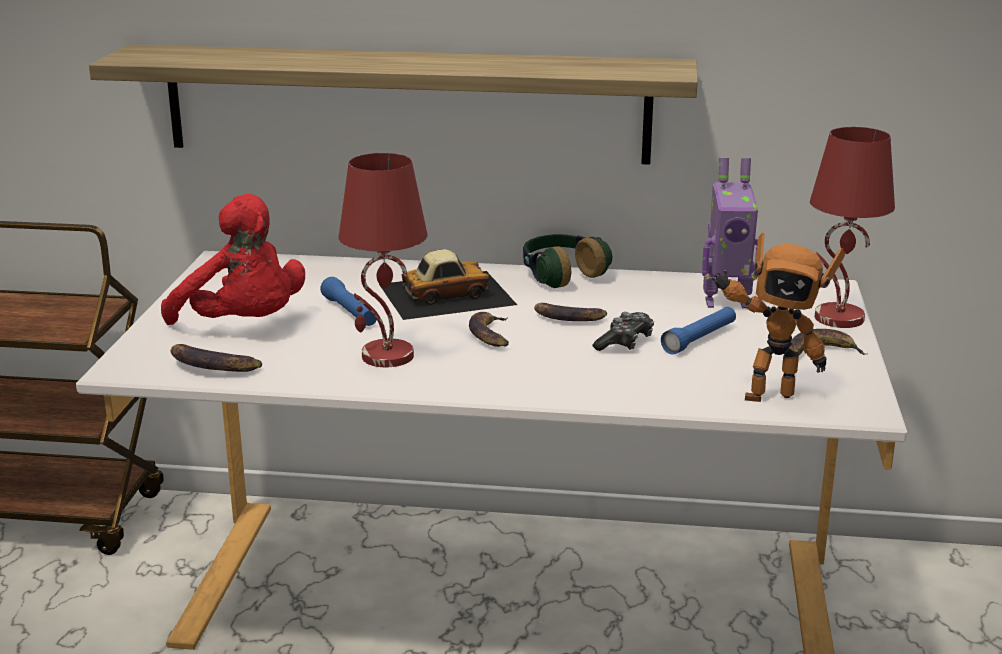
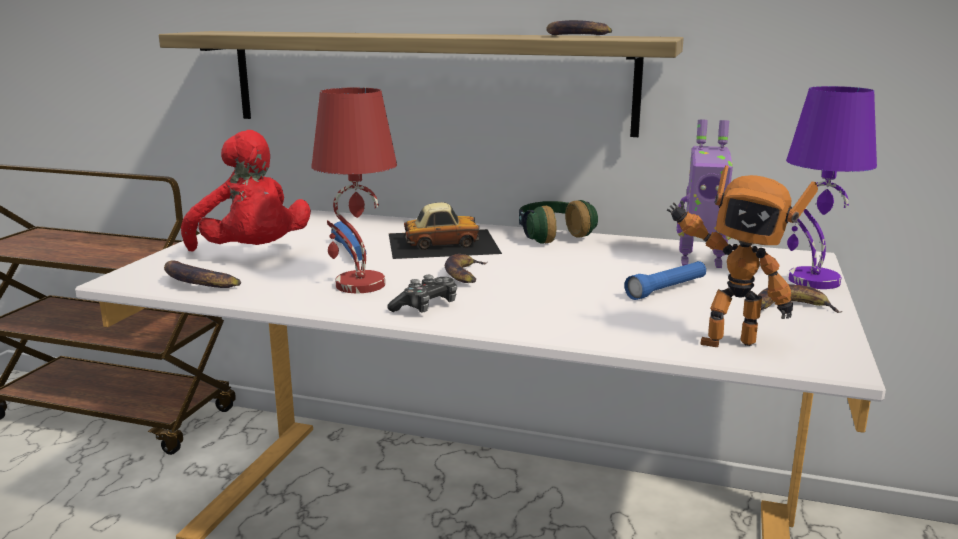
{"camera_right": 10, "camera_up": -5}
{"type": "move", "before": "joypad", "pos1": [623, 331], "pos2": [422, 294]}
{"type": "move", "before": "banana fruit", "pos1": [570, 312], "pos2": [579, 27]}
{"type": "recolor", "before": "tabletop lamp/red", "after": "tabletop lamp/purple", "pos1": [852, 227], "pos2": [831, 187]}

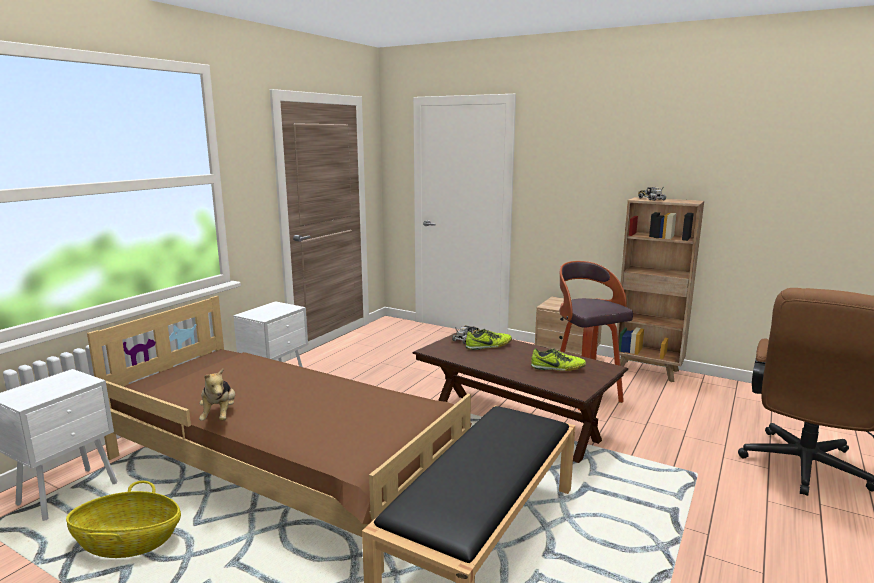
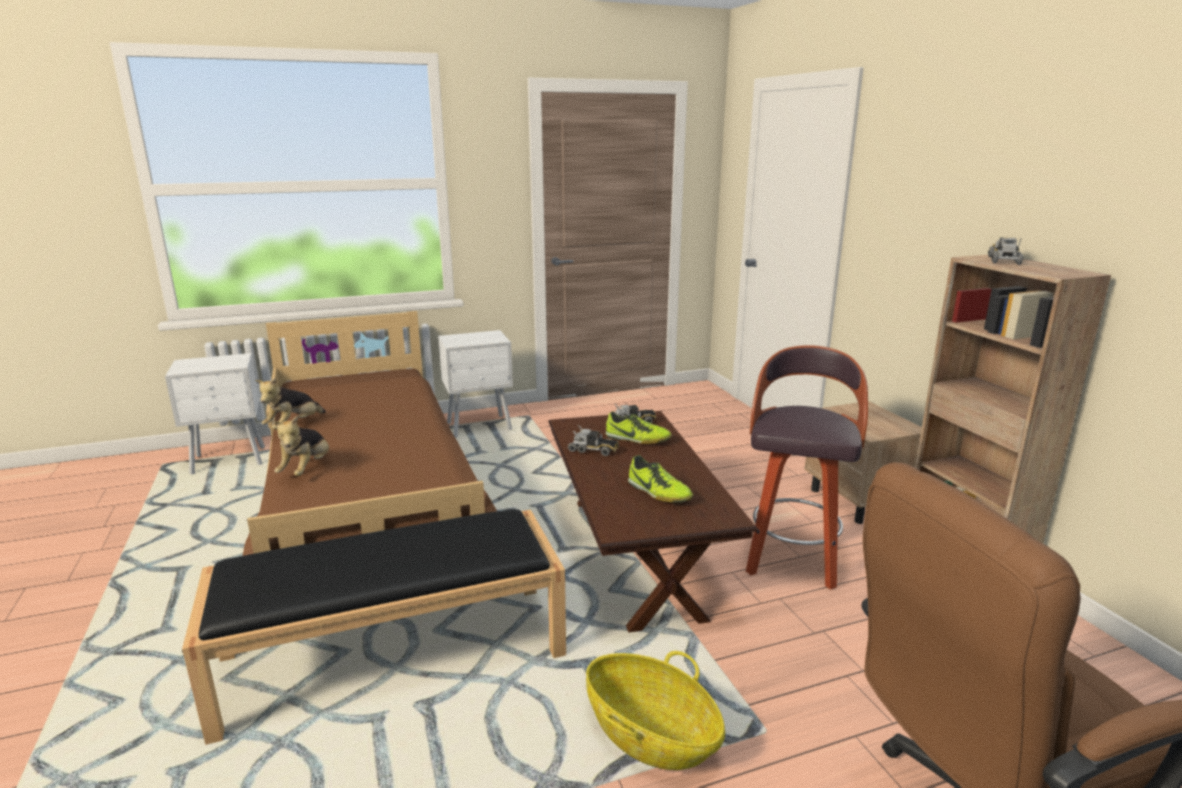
{"camera_right": 40, "camera_up": 5}
{"type": "insert", "after": "cuddly toy", "pos2": [301, 445]}
{"type": "insert", "after": "toy lorry", "pos2": [593, 440]}
{"type": "move", "before": "household basket", "pos1": [123, 519], "pos2": [655, 710]}

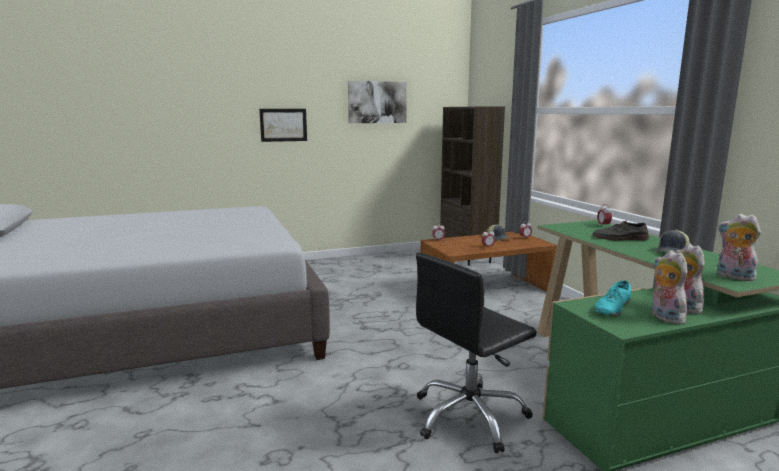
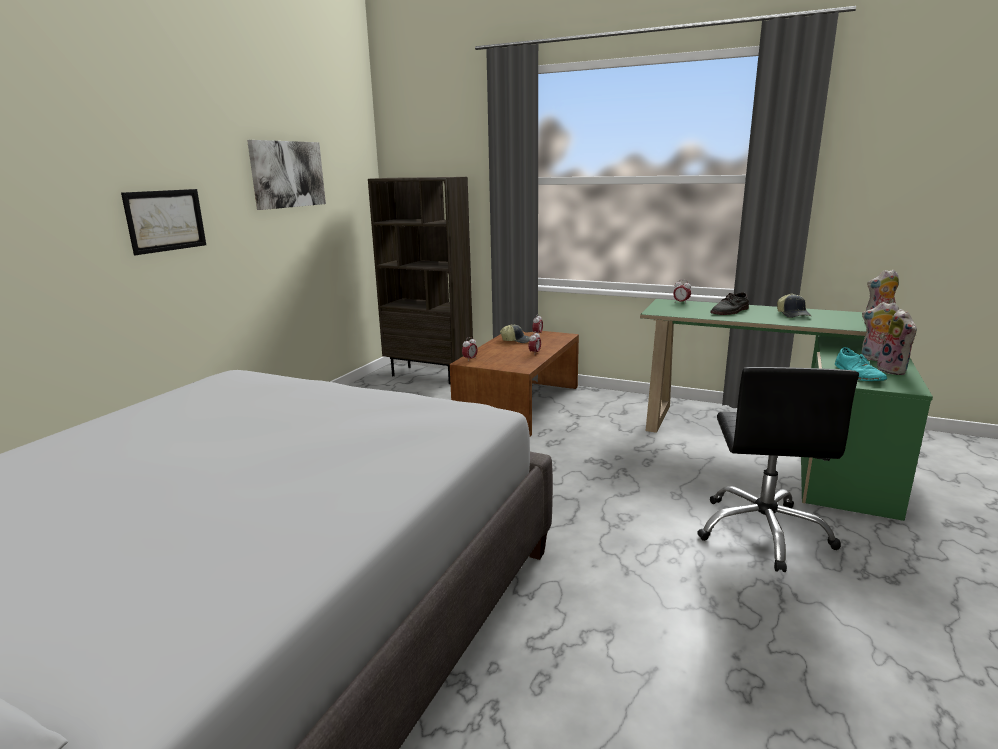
{"camera_right": -45, "camera_up": 5}
{"type": "rotate", "before": "cuddly toy", "pos1": [669, 287], "pos2": [897, 342], "turn": -120}

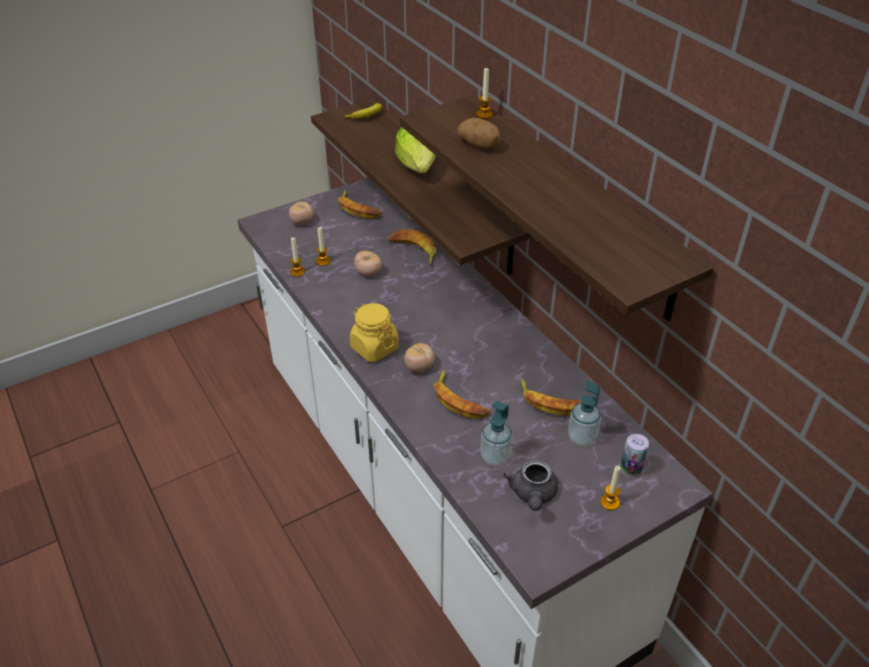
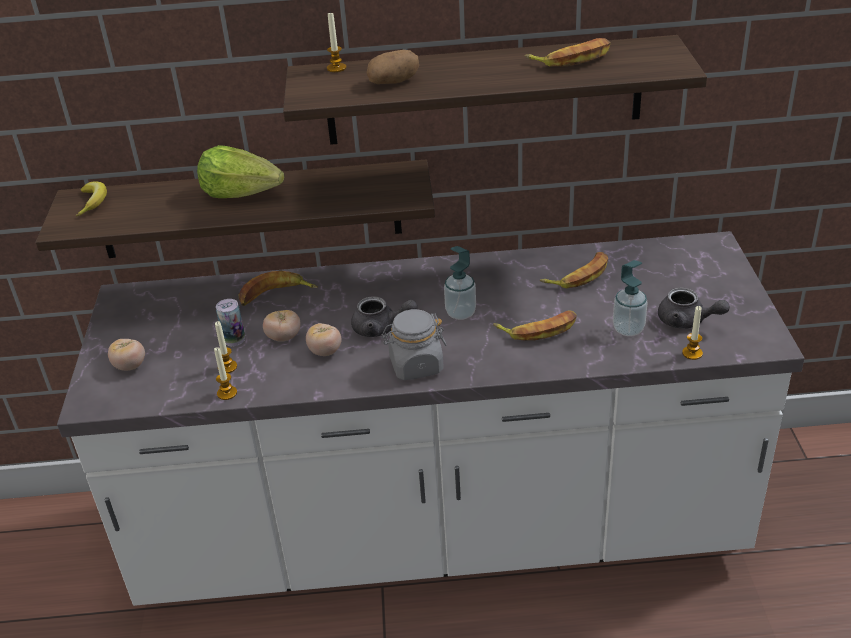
{"camera_right": -60, "camera_up": -5}
{"type": "move", "before": "sealed can", "pos1": [635, 456], "pos2": [230, 322]}
{"type": "move", "before": "whole tomato", "pos1": [419, 357], "pos2": [323, 339]}
{"type": "insert", "after": "tea pot/greyish", "pos2": [384, 316]}
{"type": "recolor", "before": "storage jar/yellow", "after": "storage jar/greyish", "pos1": [374, 332], "pos2": [414, 344]}
{"type": "move", "before": "liquid soap bottle", "pos1": [584, 413], "pos2": [460, 283]}
{"type": "move", "before": "banana fruit", "pos1": [360, 204], "pos2": [568, 52]}
{"type": "move", "before": "candle", "pos1": [610, 488], "pos2": [692, 333]}

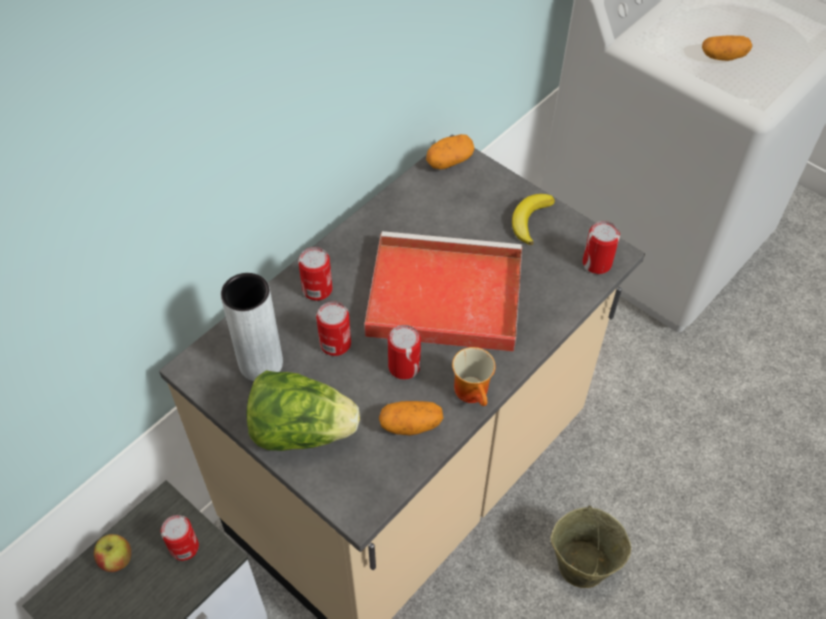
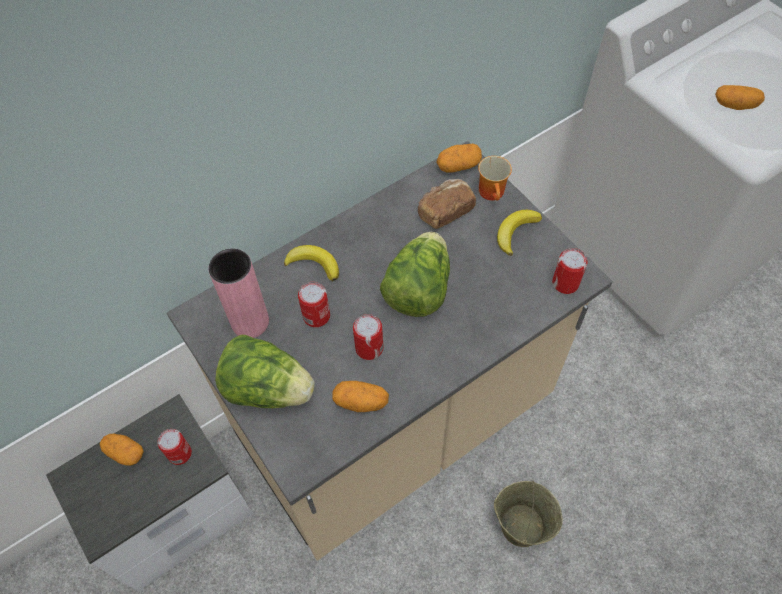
{"camera_right": 15, "camera_up": 5}
{"type": "replace", "before": "apple fruit", "after": "whole potato", "pos1": [112, 553], "pos2": [122, 450]}
{"type": "recolor", "before": "decorative vase/greyish", "after": "decorative vase/pinkish", "pos1": [252, 327], "pos2": [238, 293]}
{"type": "replace", "before": "sealed can", "after": "banana fruit", "pos1": [315, 274], "pos2": [311, 263]}
{"type": "replace", "before": "carrying tray/red", "after": "lettuce head", "pos1": [443, 291], "pos2": [415, 274]}
{"type": "insert", "after": "bakery bread", "pos2": [447, 204]}
{"type": "move", "before": "coffee mug", "pos1": [474, 376], "pos2": [495, 178]}

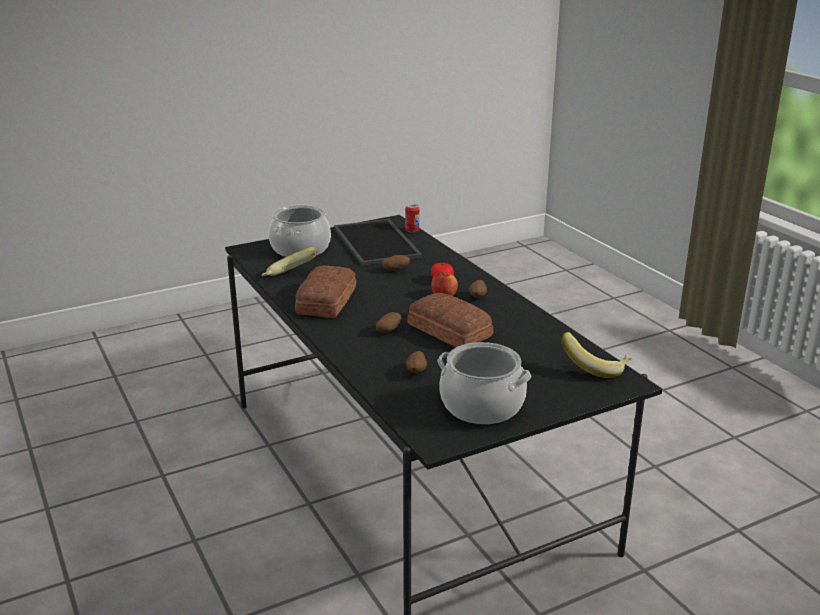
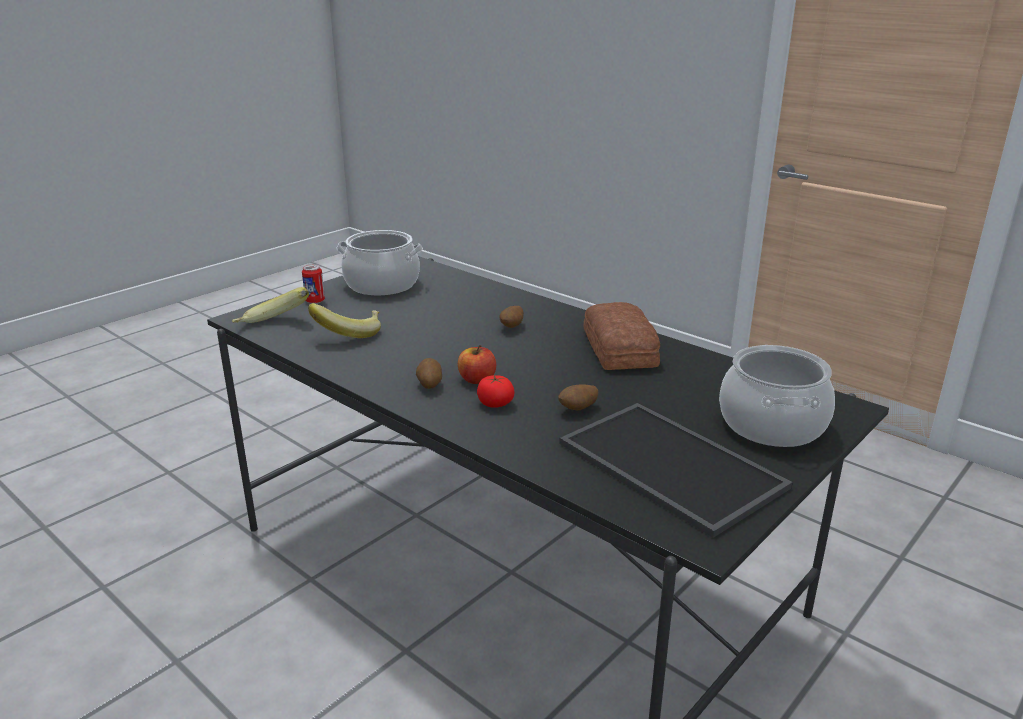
{"camera_right": 160, "camera_up": 0}
{"type": "move", "before": "sealed can", "pos1": [412, 218], "pos2": [313, 284]}
{"type": "move", "before": "banana fruit", "pos1": [290, 261], "pos2": [344, 320]}
{"type": "delete", "before": "whole potato", "pos1": [416, 362]}
{"type": "delete", "before": "bakery bread", "pos1": [450, 320]}

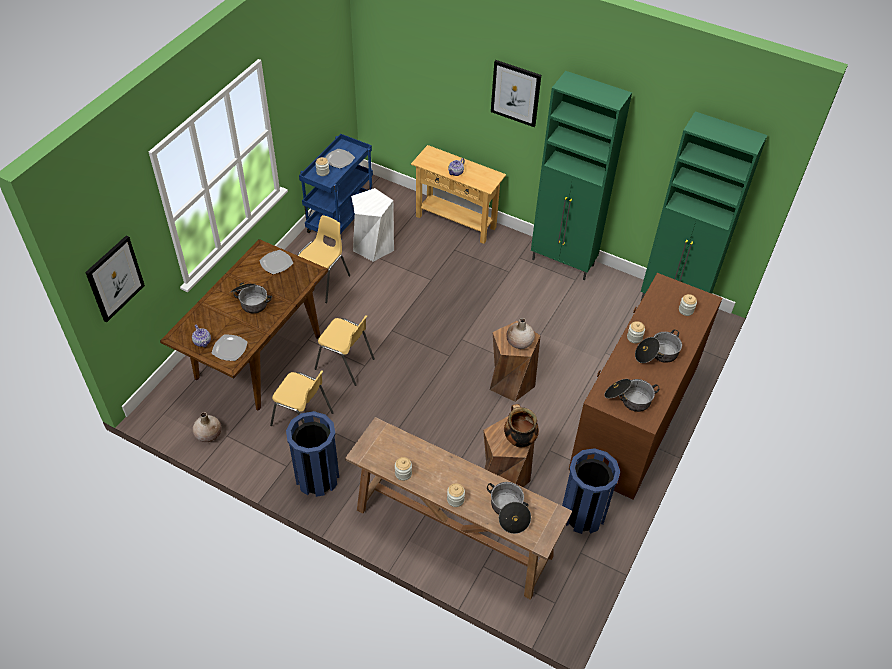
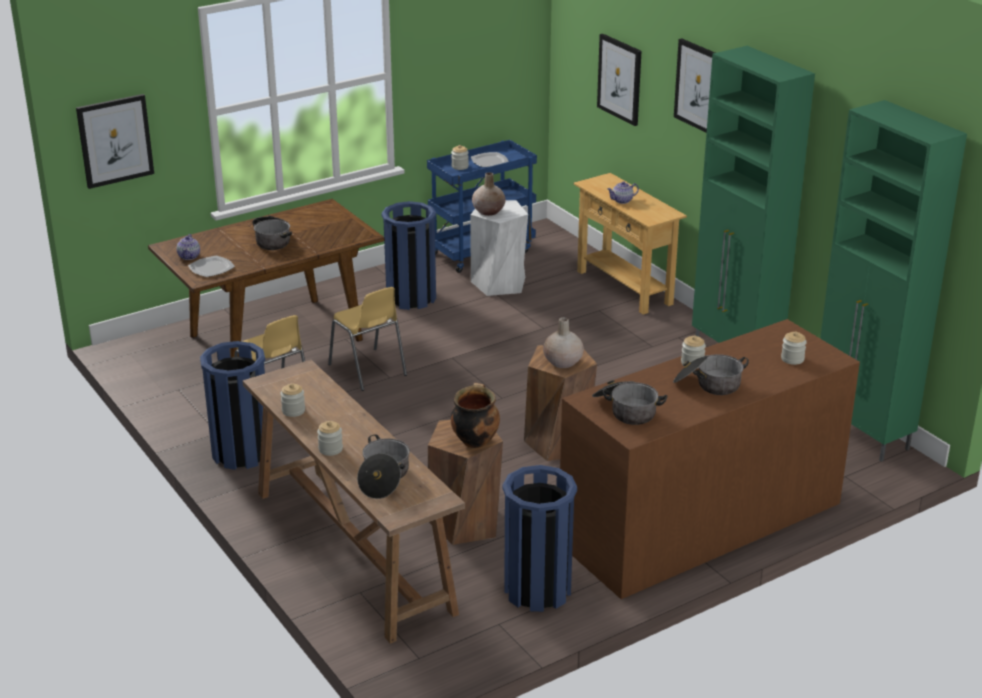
{"camera_right": 30, "camera_up": -20}
{"type": "replace", "before": "upright chair/yellow", "after": "rubbish bin/blue-coloured", "pos1": [323, 259], "pos2": [409, 255]}
{"type": "move", "before": "decorative vase/beige", "pos1": [207, 427], "pos2": [488, 194]}
{"type": "insert", "after": "wall picture", "pos2": [619, 80]}
{"type": "delete", "before": "dinner plate", "pos1": [276, 262]}

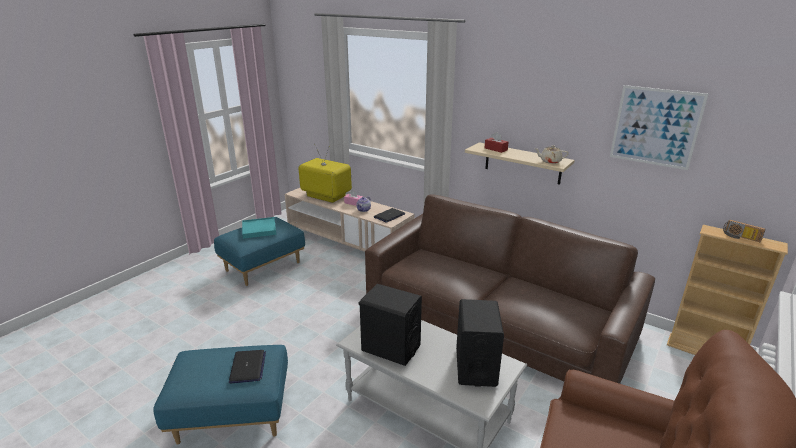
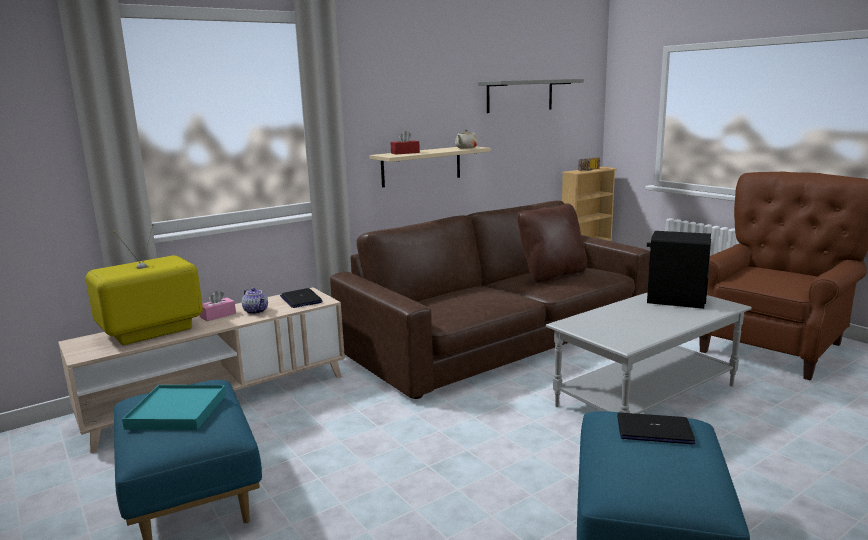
{"camera_right": -70, "camera_up": -10}
{"type": "replace", "before": "wall picture", "after": "wall shelf/greyish", "pos1": [659, 127], "pos2": [531, 96]}
{"type": "insert", "after": "cushion/brownish", "pos2": [552, 243]}
{"type": "delete", "before": "audio speaker/black-coloured", "pos1": [390, 325]}

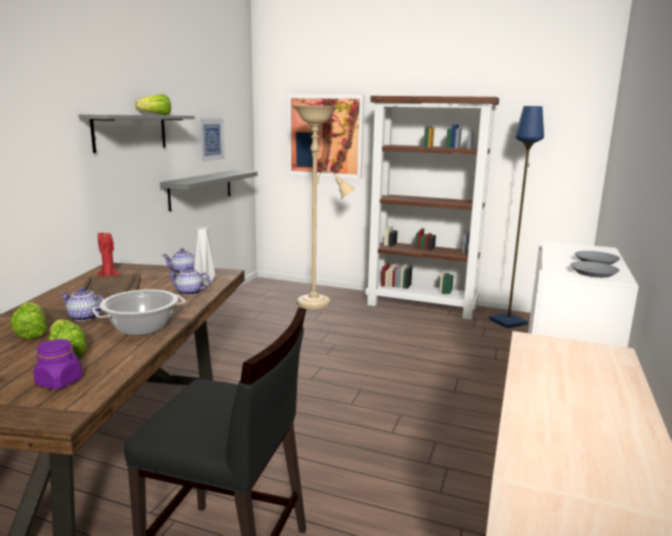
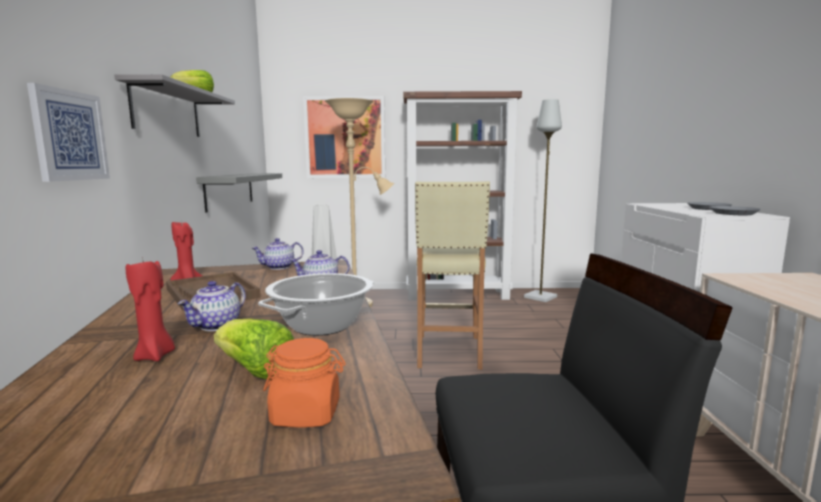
{"camera_right": -20, "camera_up": -5}
{"type": "move", "before": "wall picture", "pos1": [211, 140], "pos2": [68, 132]}
{"type": "replace", "before": "lettuce head", "after": "candle/red", "pos1": [29, 320], "pos2": [150, 309]}
{"type": "rotate", "before": "tea pot", "pos1": [82, 304], "pos2": [211, 306], "turn": -60}
{"type": "recolor", "before": "storage jar/purple", "after": "storage jar/orange", "pos1": [58, 364], "pos2": [304, 383]}
{"type": "insert", "after": "stool seat/beige", "pos2": [452, 275]}
{"type": "recolor", "before": "standard lamp/blue-coloured", "after": "standard lamp/greyish", "pos1": [516, 217], "pos2": [543, 200]}

